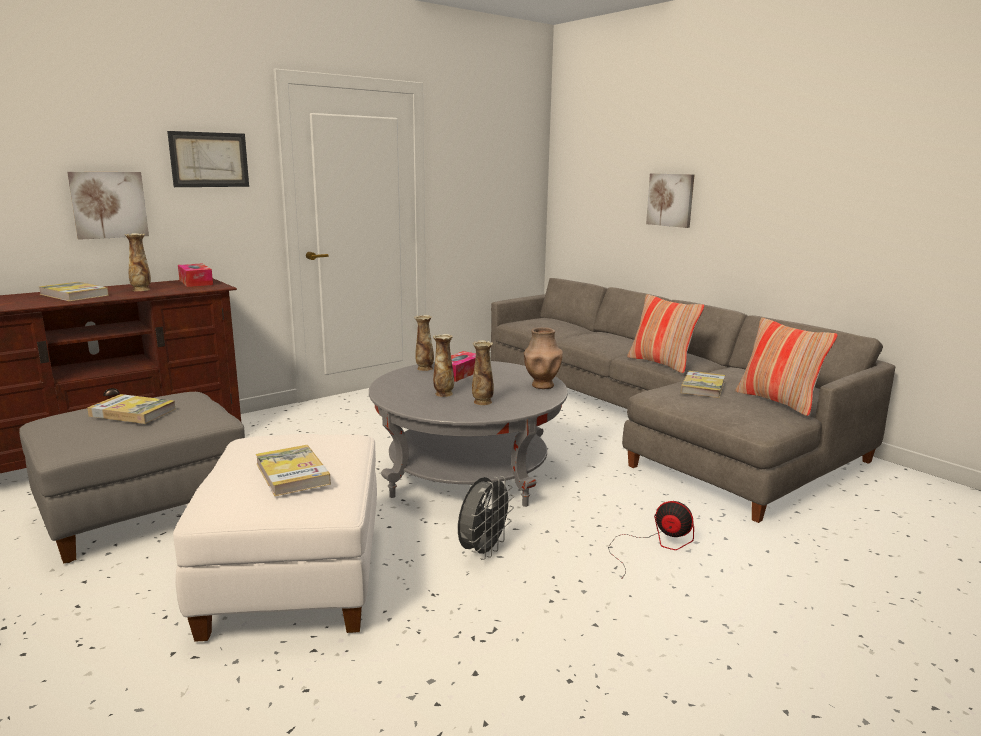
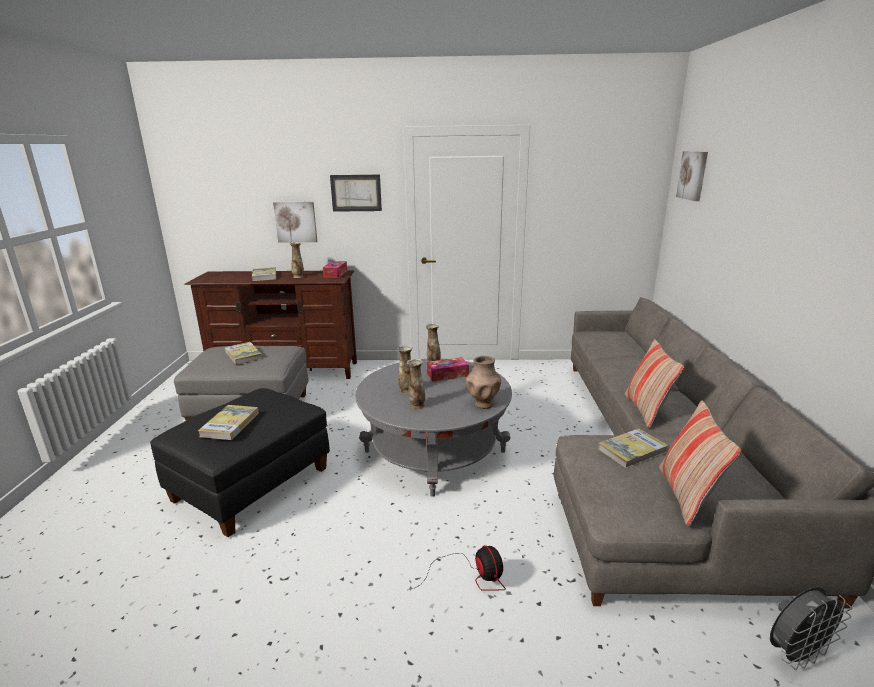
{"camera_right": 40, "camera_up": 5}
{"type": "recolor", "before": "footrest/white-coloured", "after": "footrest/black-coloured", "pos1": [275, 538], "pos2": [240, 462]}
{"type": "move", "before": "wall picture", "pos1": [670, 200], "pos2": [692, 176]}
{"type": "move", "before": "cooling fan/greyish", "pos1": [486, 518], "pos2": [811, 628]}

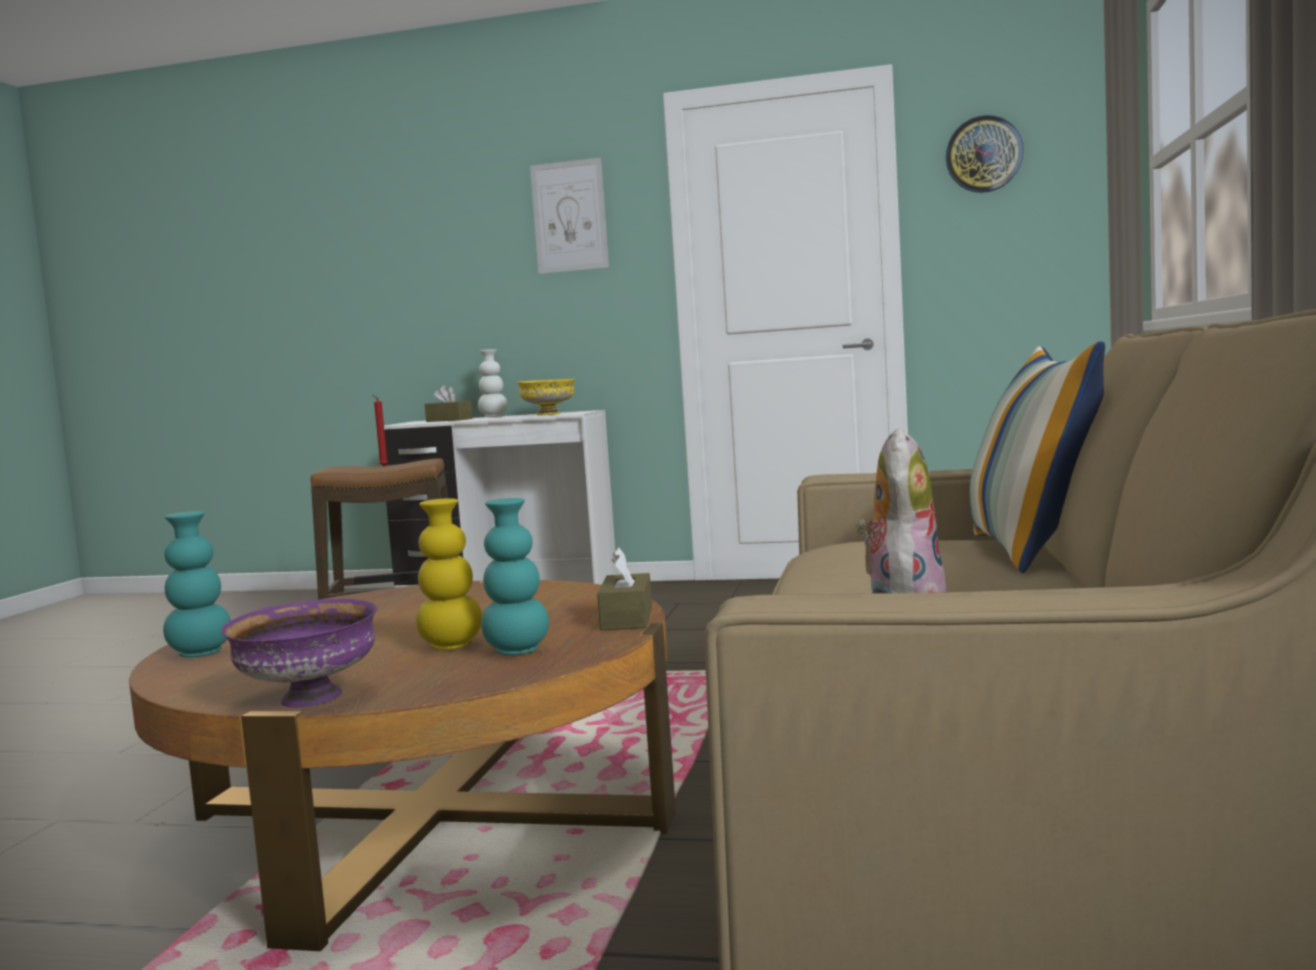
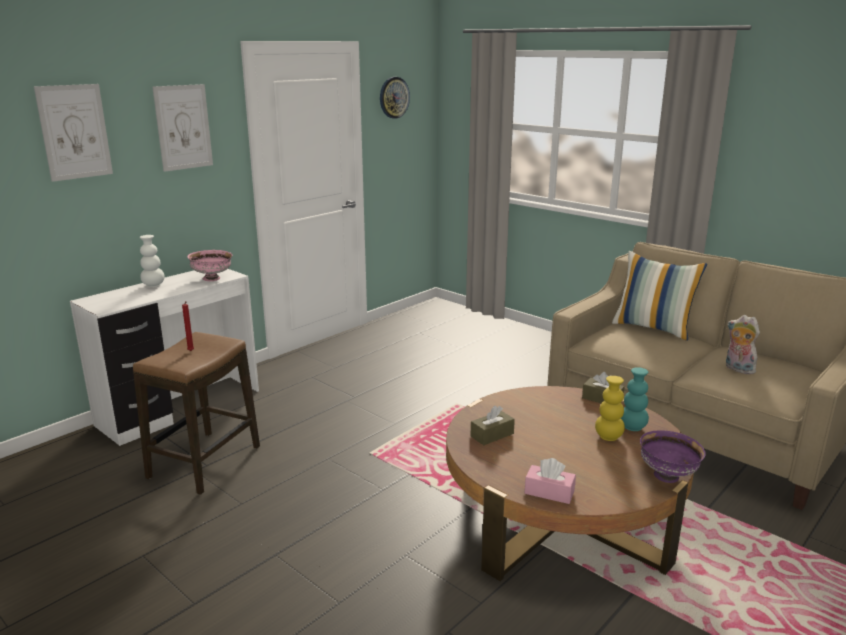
{"camera_right": -60, "camera_up": 15}
{"type": "insert", "after": "wall picture", "pos2": [73, 133]}
{"type": "recolor", "before": "bowl/yellow", "after": "bowl/pinkish", "pos1": [546, 397], "pos2": [209, 265]}
{"type": "move", "before": "tissue box/brownish", "pos1": [449, 403], "pos2": [493, 425]}
{"type": "replace", "before": "decorative vase/turquoise", "after": "tissue box/pinkish", "pos1": [197, 584], "pos2": [550, 481]}

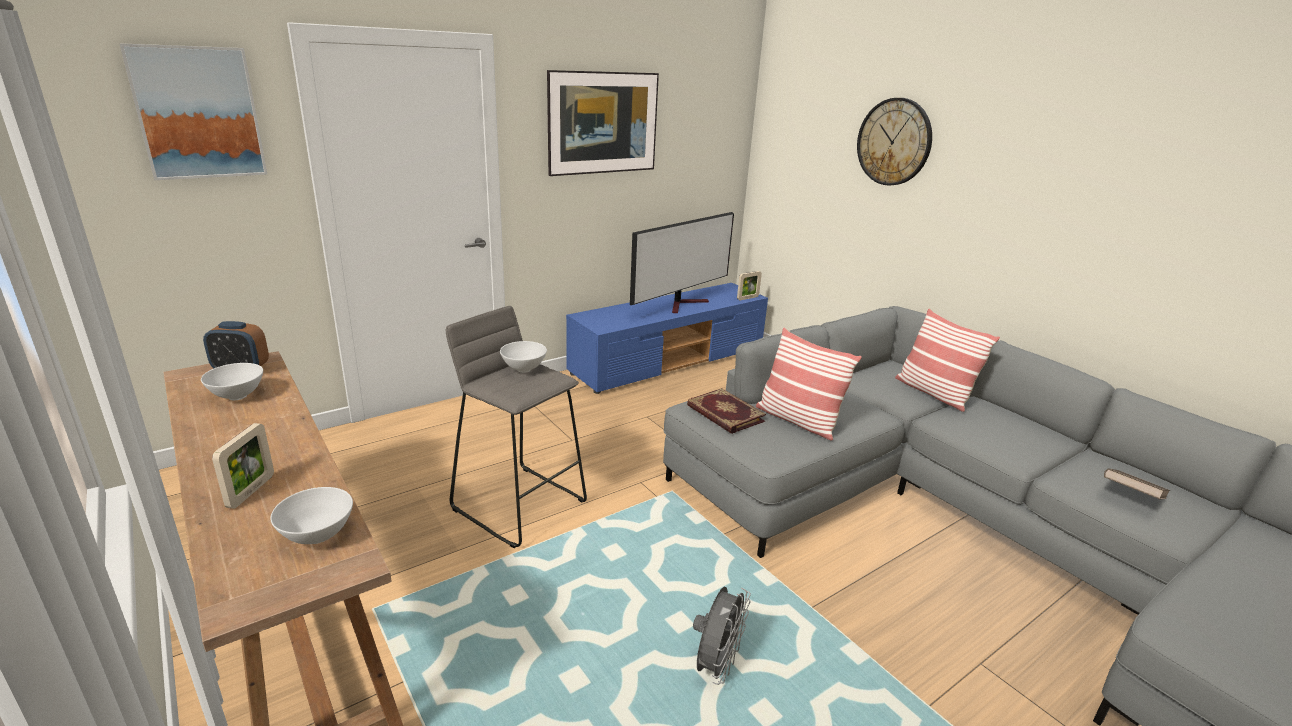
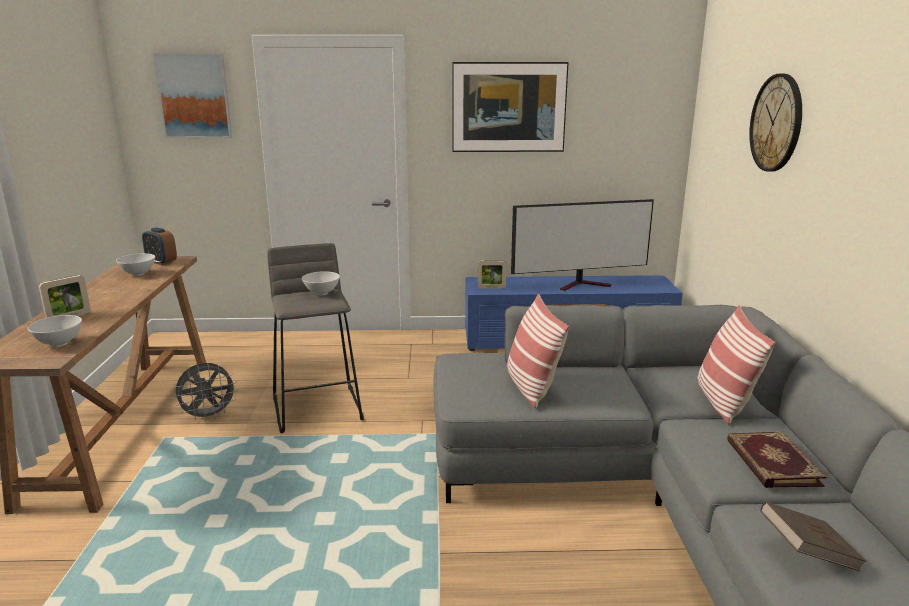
{"camera_right": 35, "camera_up": -5}
{"type": "move", "before": "cooling fan/greyish", "pos1": [722, 635], "pos2": [205, 392]}
{"type": "move", "before": "standing frame", "pos1": [749, 285], "pos2": [492, 275]}
{"type": "move", "before": "book", "pos1": [726, 411], "pos2": [776, 460]}

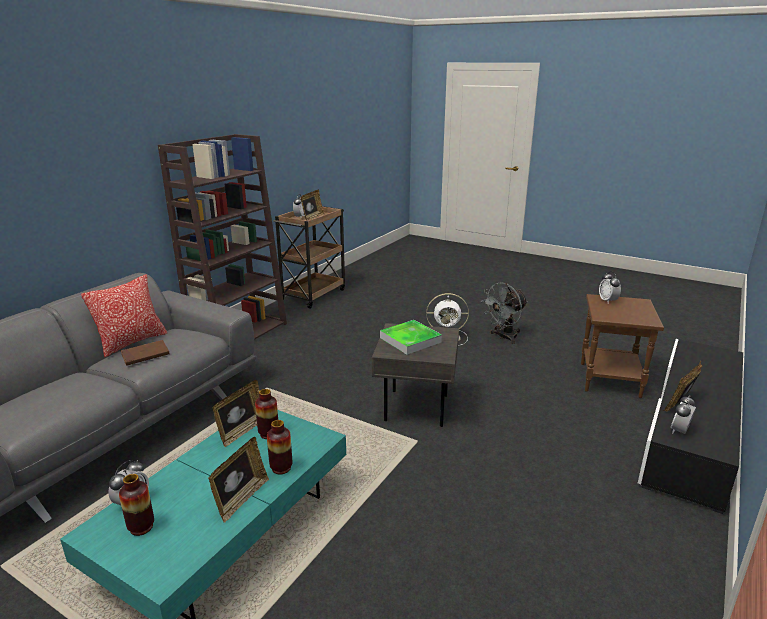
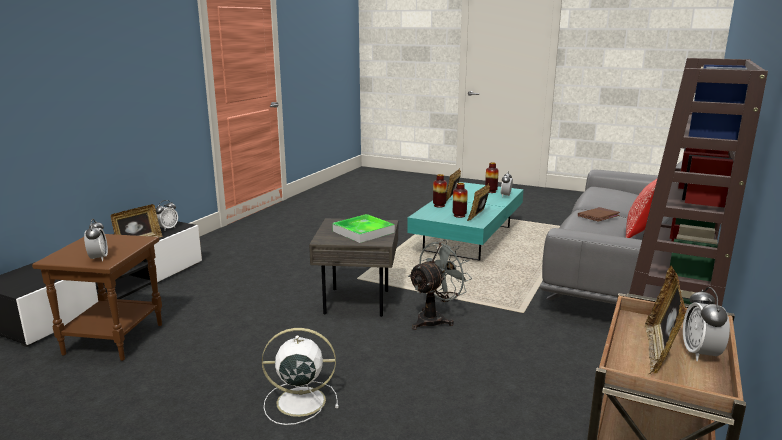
{"camera_right": 175, "camera_up": -5}
{"type": "move", "before": "cooling fan/greyish", "pos1": [505, 313], "pos2": [440, 285]}

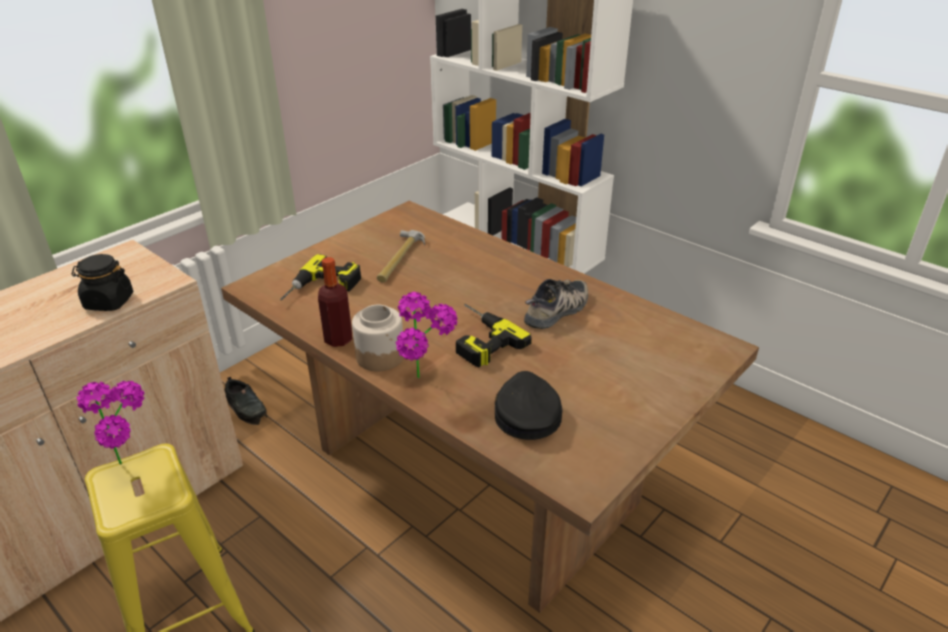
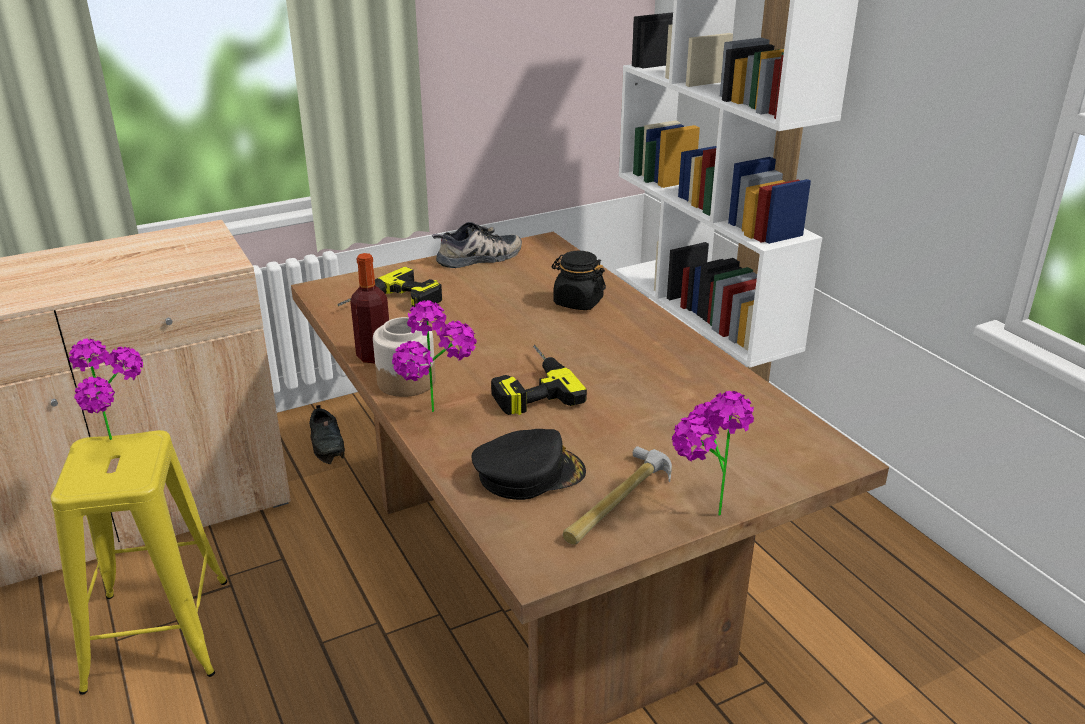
{"camera_right": 20, "camera_up": -5}
{"type": "move", "before": "low shoe", "pos1": [556, 304], "pos2": [477, 245]}
{"type": "rotate", "before": "baseball cap/black-coloured", "pos1": [528, 405], "pos2": [529, 464], "turn": 60}
{"type": "move", "before": "storage jar/black-coloured", "pos1": [102, 282], "pos2": [579, 280]}
{"type": "move", "before": "hammer", "pos1": [401, 256], "pos2": [617, 495]}
{"type": "insert", "after": "plant in a pot", "pos2": [713, 453]}

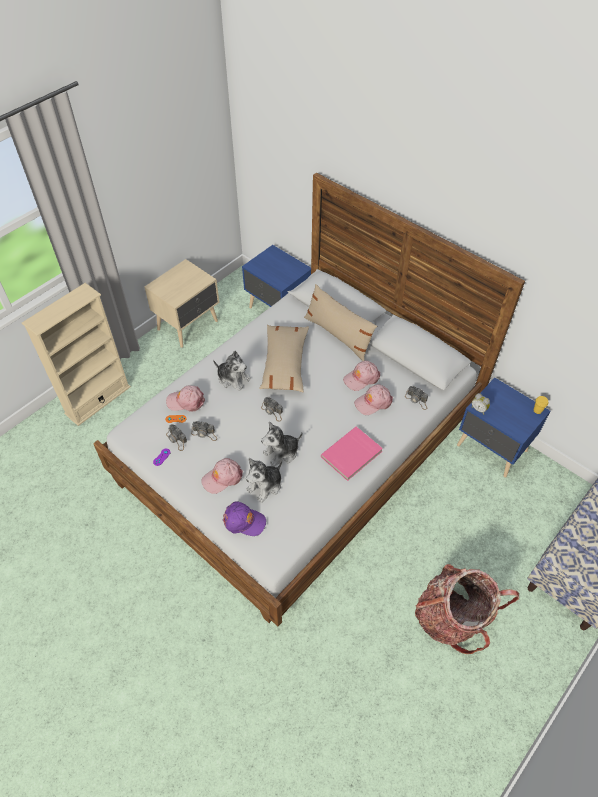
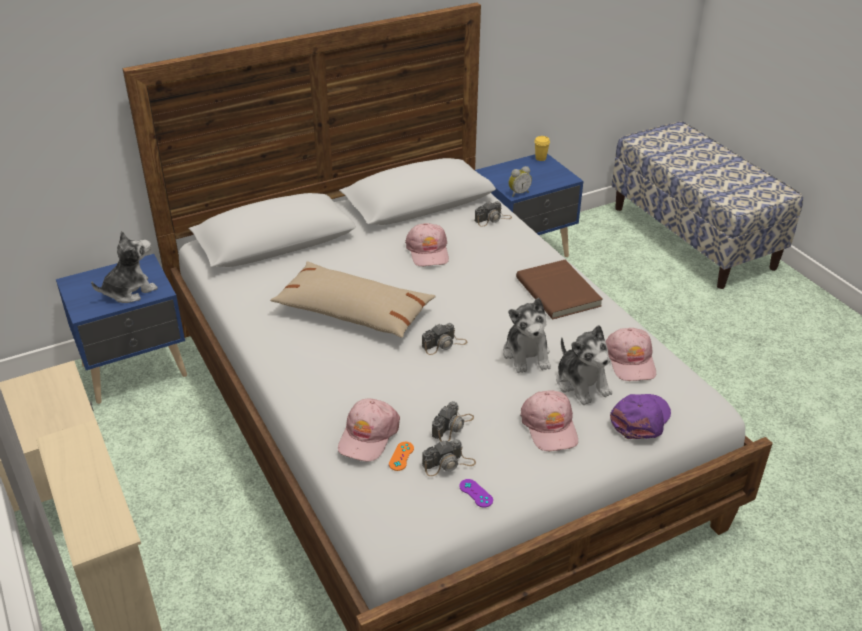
{"camera_right": -70, "camera_up": -15}
{"type": "move", "before": "cuddly toy", "pos1": [231, 371], "pos2": [124, 267]}
{"type": "recolor", "before": "book/pinkish", "after": "book/brownish", "pos1": [352, 454], "pos2": [559, 290]}
{"type": "move", "before": "baseball cap/pinkish", "pos1": [373, 399], "pos2": [630, 354]}
{"type": "delete", "before": "cushion/beige", "pos1": [340, 322]}
{"type": "delete", "before": "knapsack", "pos1": [467, 609]}

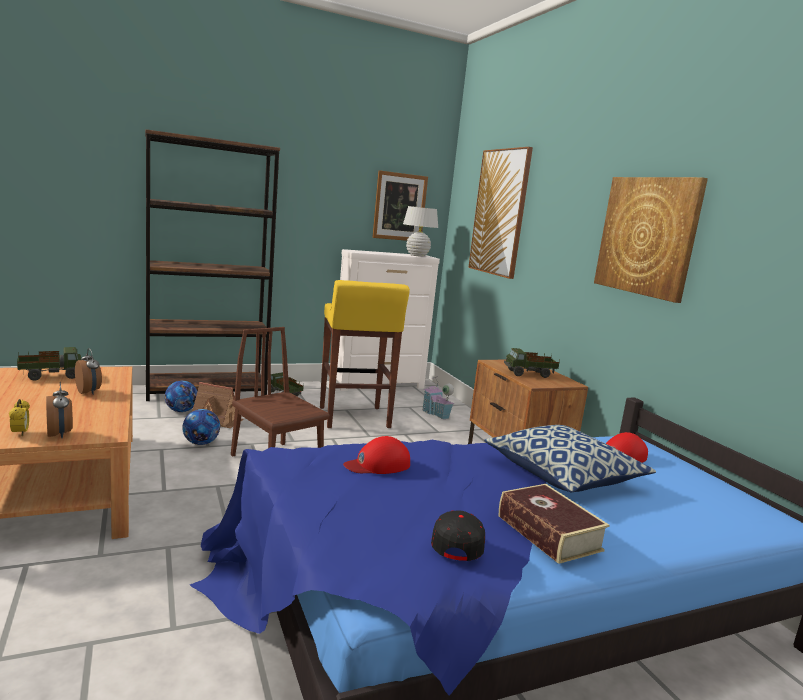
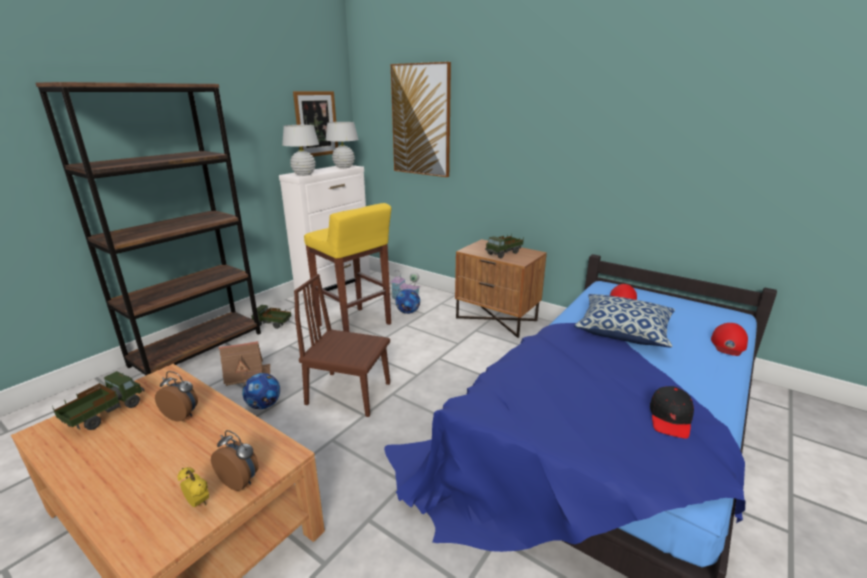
{"camera_right": -30, "camera_up": 10}
{"type": "insert", "after": "tabletop lamp/white-coloured", "pos2": [300, 150]}
{"type": "move", "before": "ball for football", "pos1": [181, 396], "pos2": [407, 301]}
{"type": "rotate", "before": "baseball cap/black-coloured", "pos1": [458, 535], "pos2": [672, 412], "turn": -135}
{"type": "move", "before": "baseball cap/red", "pos1": [376, 455], "pos2": [729, 339]}
{"type": "delete", "before": "book", "pos1": [554, 524]}
{"type": "delete", "before": "wall picture", "pos1": [651, 240]}

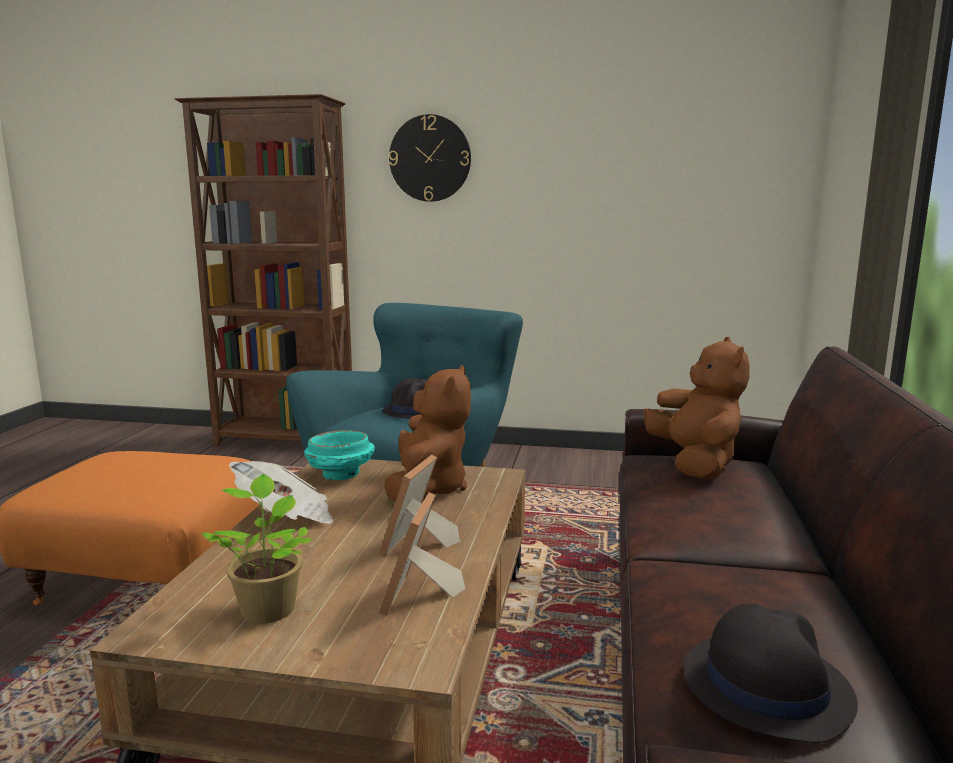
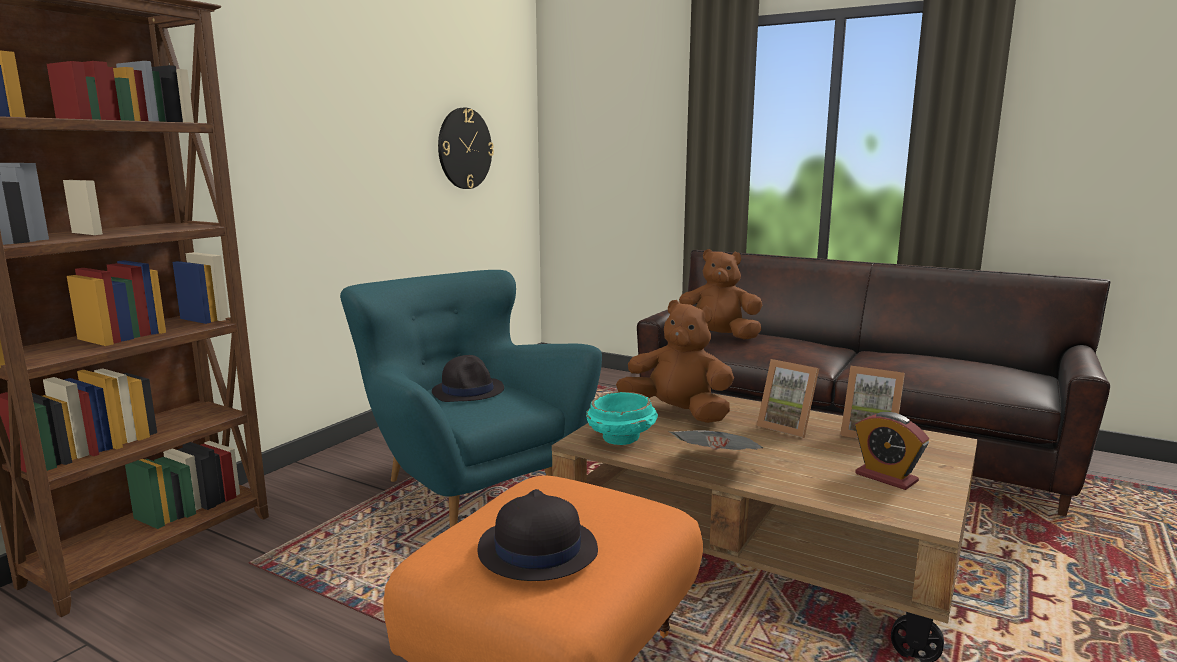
{"camera_right": -70, "camera_up": 0}
{"type": "move", "before": "wall clock", "pos1": [430, 158], "pos2": [466, 148]}
{"type": "move", "before": "wearable hat/black-coloured", "pos1": [771, 673], "pos2": [538, 535]}
{"type": "replace", "before": "plant in a pot", "after": "alarm clock", "pos1": [257, 549], "pos2": [892, 451]}

